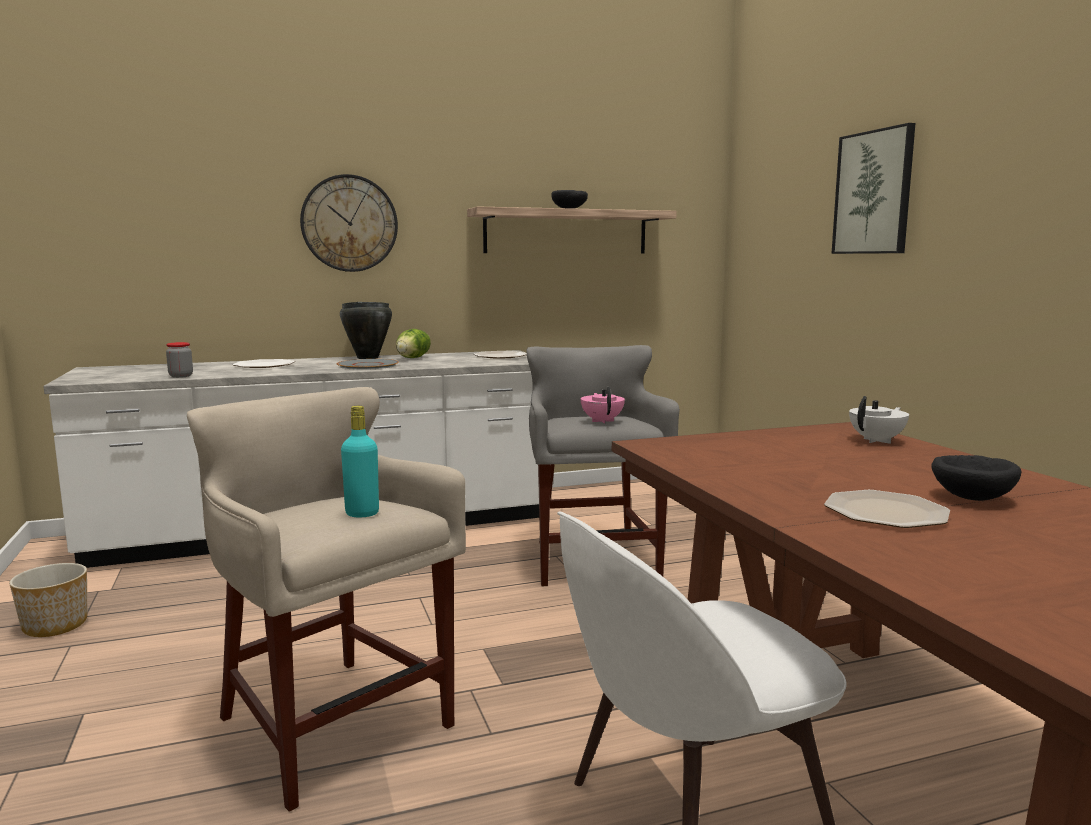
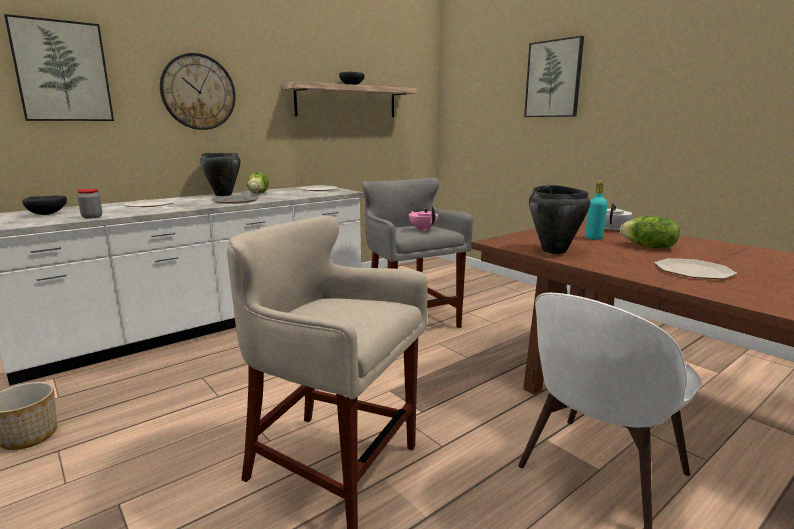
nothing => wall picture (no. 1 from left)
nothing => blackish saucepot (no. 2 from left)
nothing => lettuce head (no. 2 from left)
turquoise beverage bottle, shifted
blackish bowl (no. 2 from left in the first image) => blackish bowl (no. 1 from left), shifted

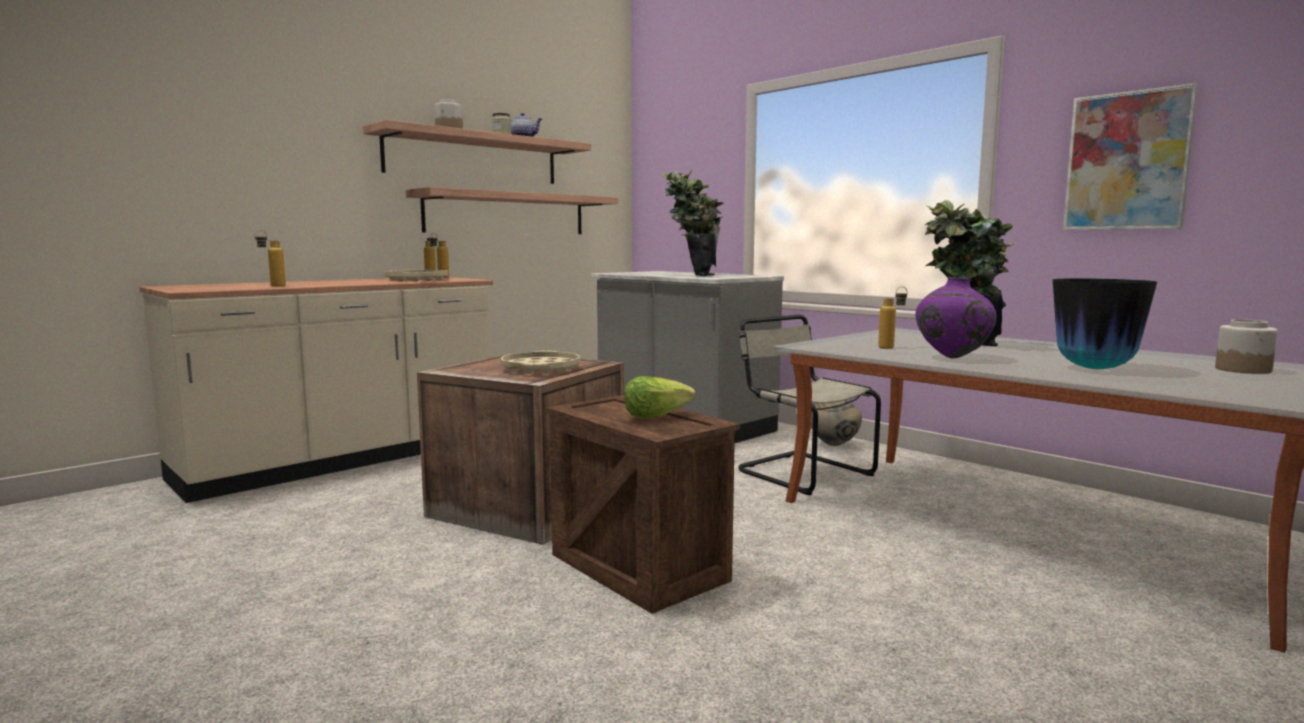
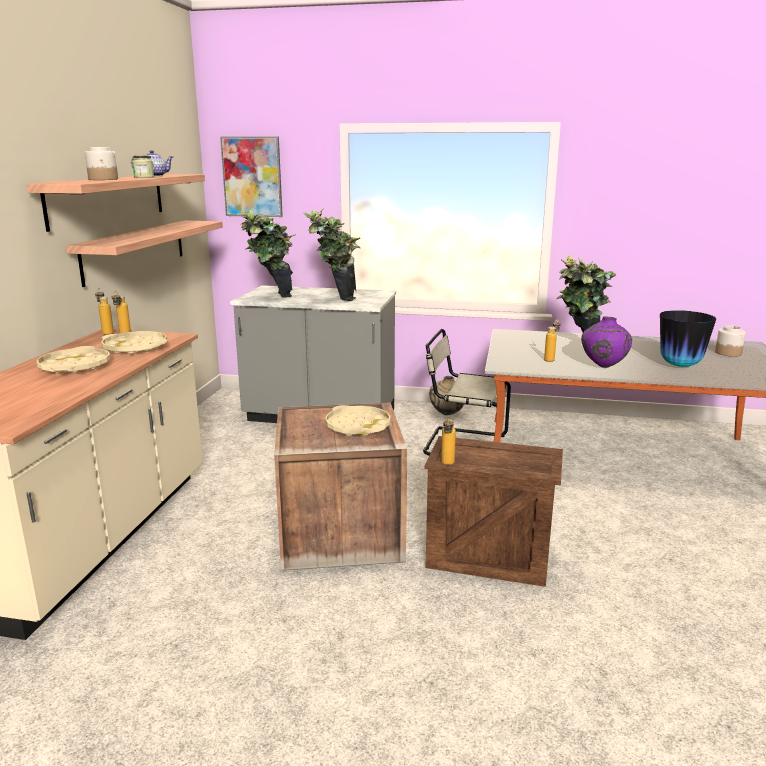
lettuce head => nothing
nothing => beige-coloured carrying tray (no. 1 from left)
nothing => potted plant (no. 1 from left)
beverage bottle (no. 1 from left in the first image) => beverage bottle (no. 3 from left), shifted
wall picture, shifted

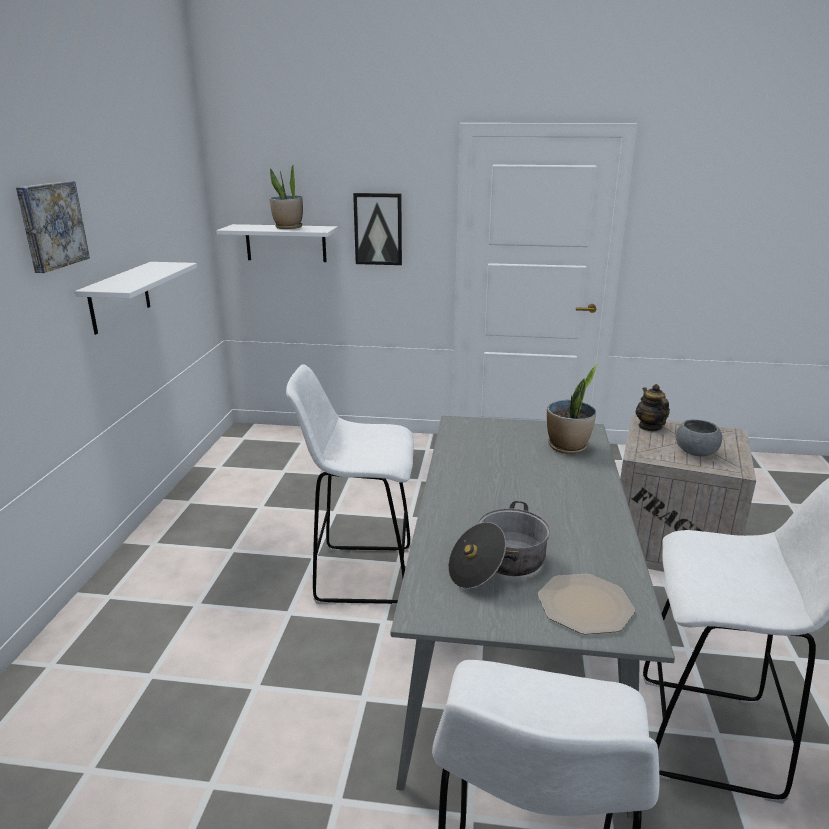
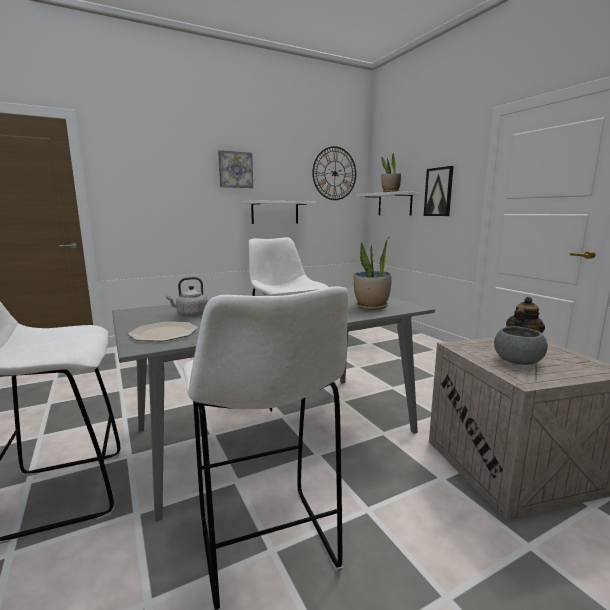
nothing => wall clock
saucepot => grey water kettle

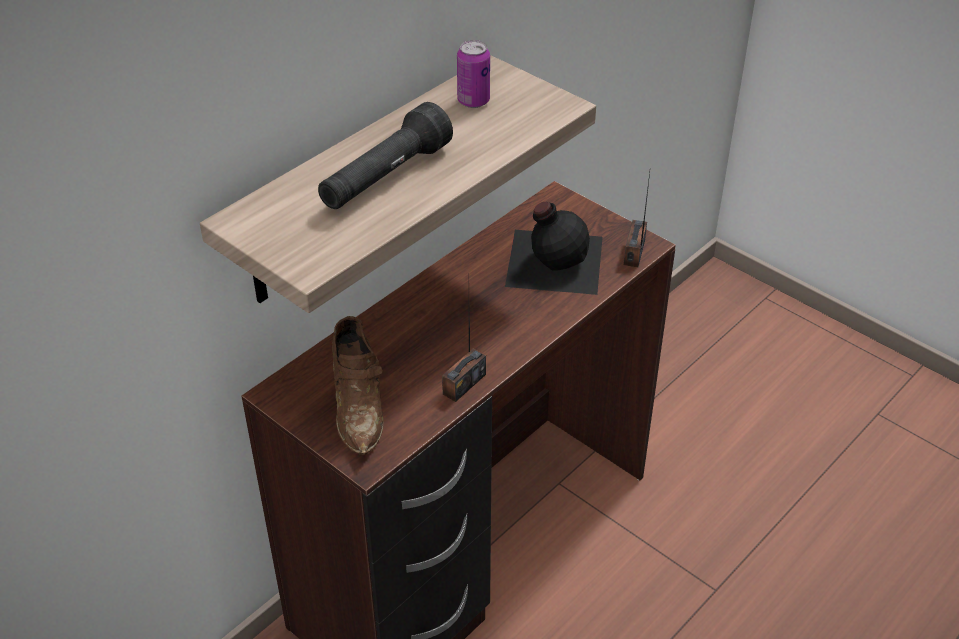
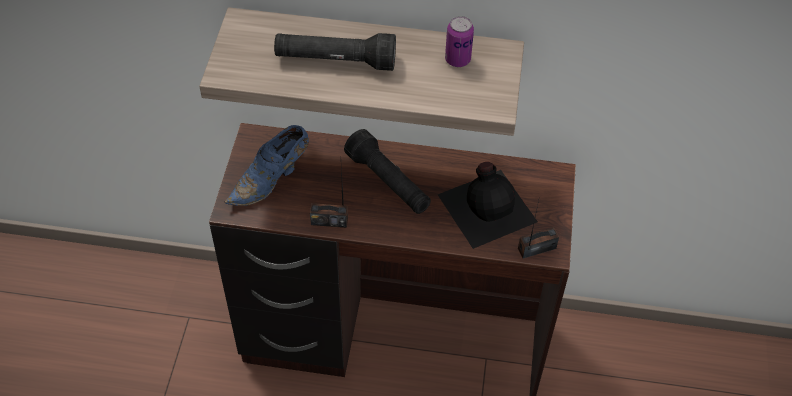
nothing => blackish torch (no. 2 from left)
brown low shoe => blue low shoe

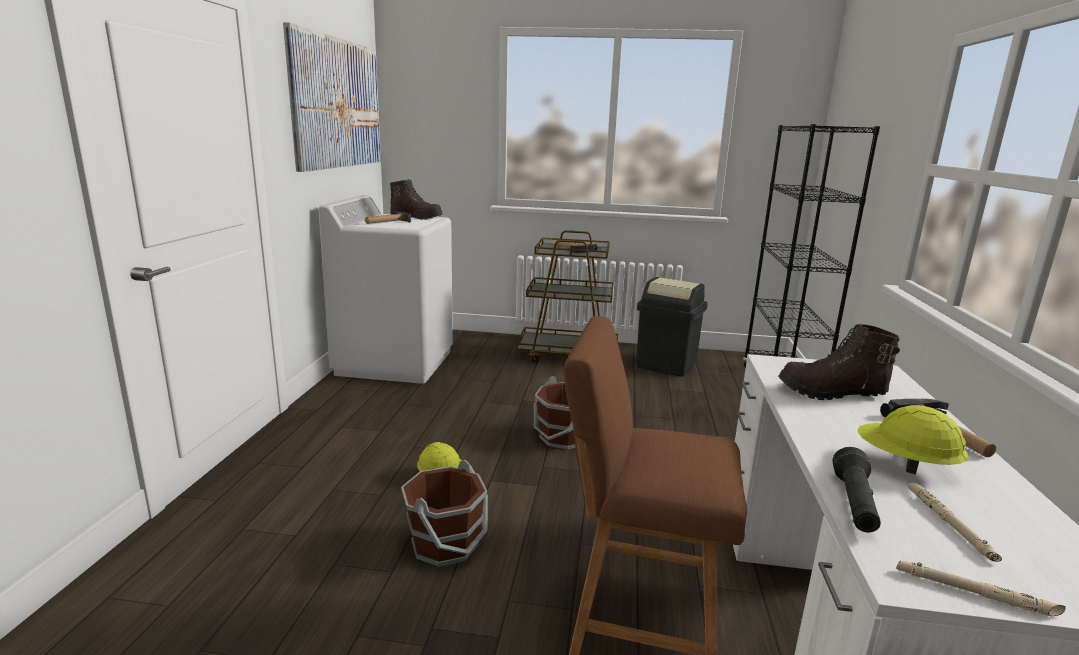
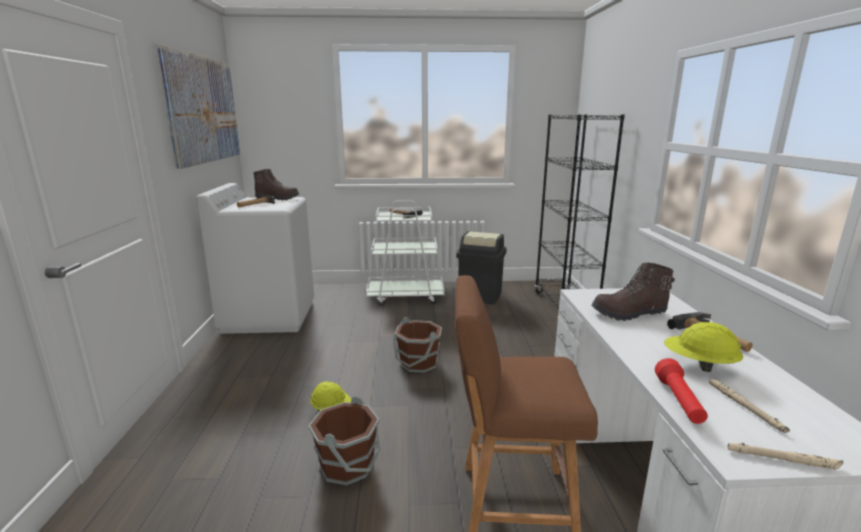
brown trolley => white-coloured trolley
blackish torch => reddish torch

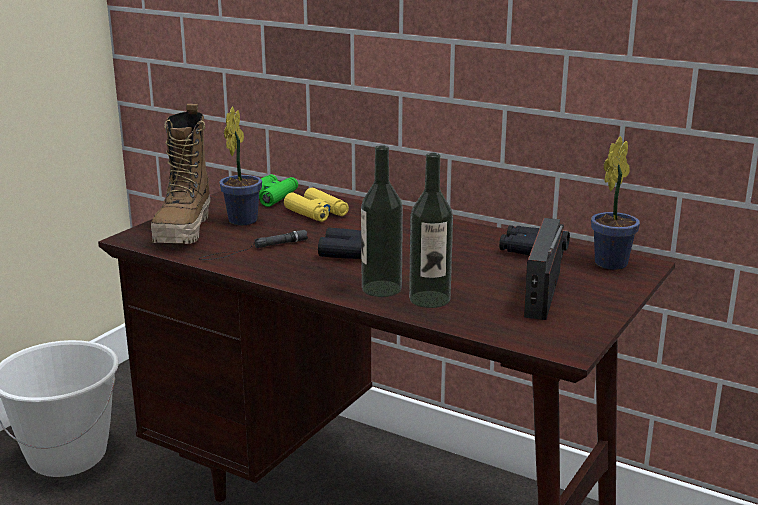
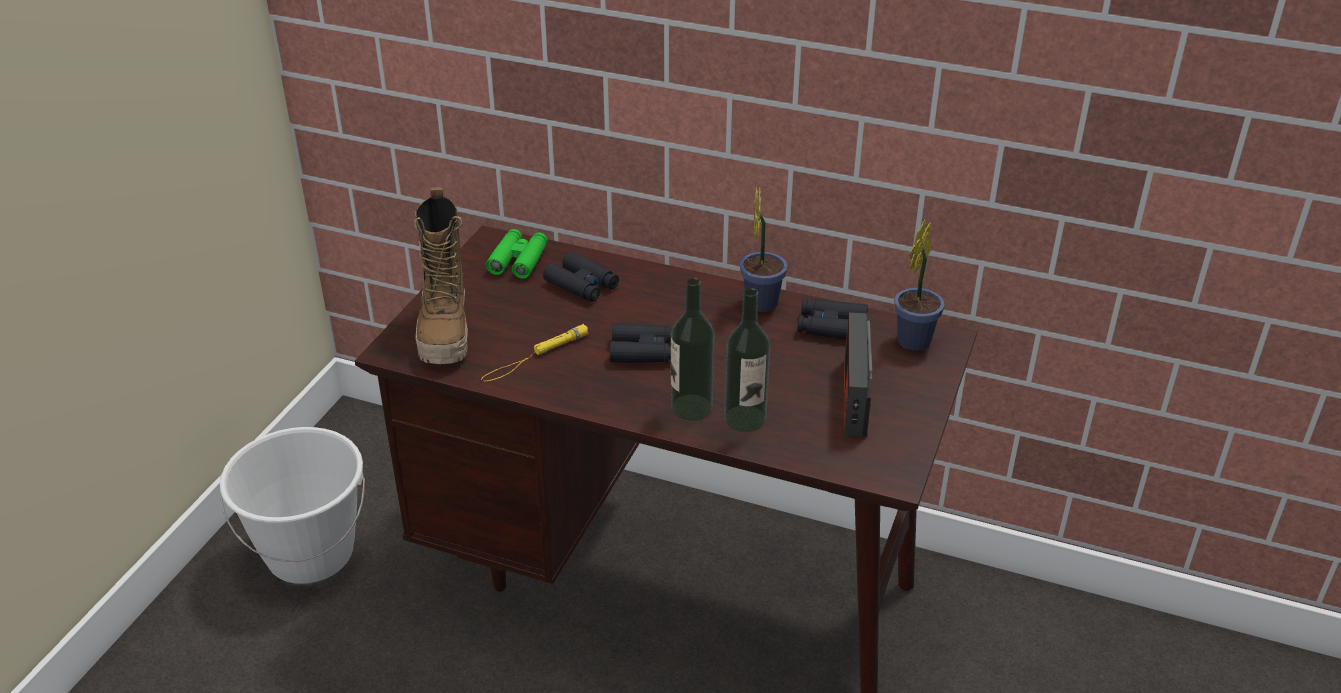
potted plant (no. 1 from left), shifted
blackish torch => yellow torch
yellow binoculars => blackish binoculars (no. 1 from left)

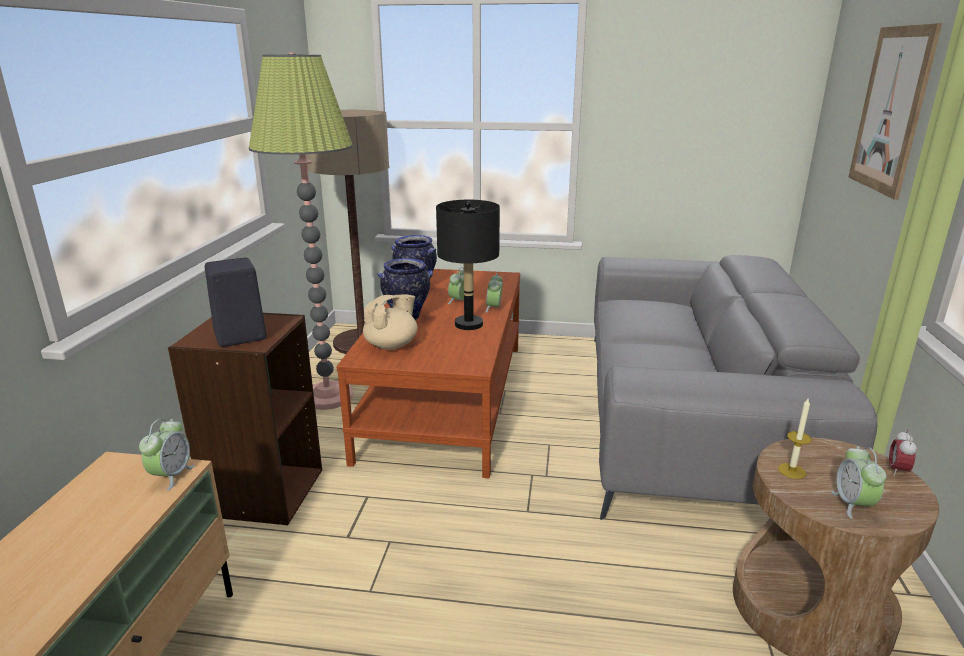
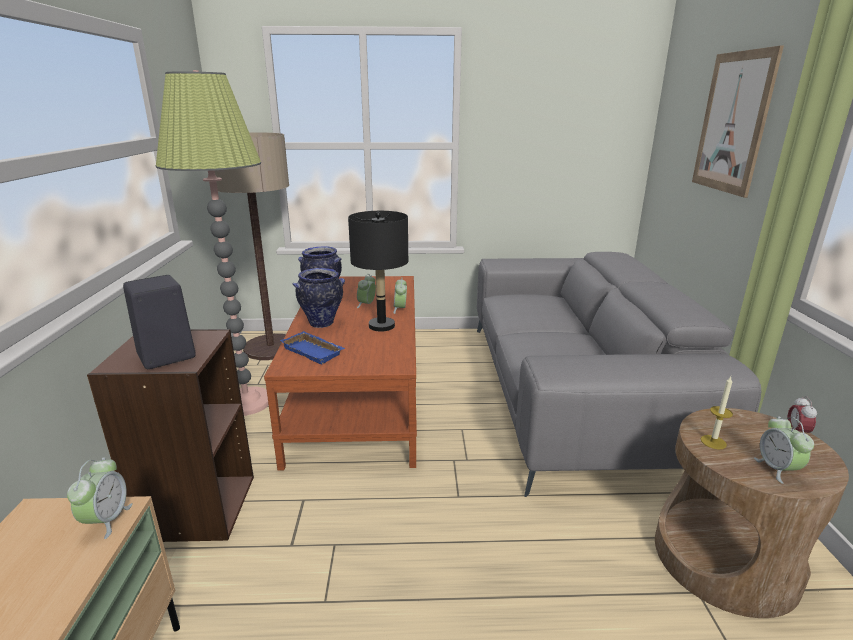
beige-coloured teapot => blue carrying tray

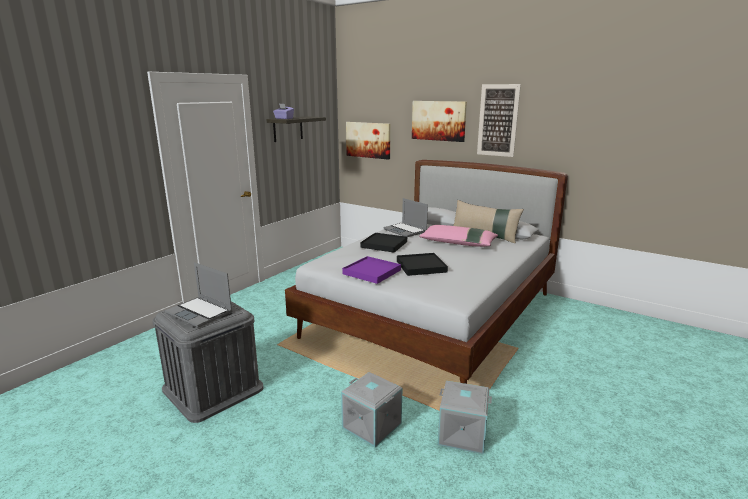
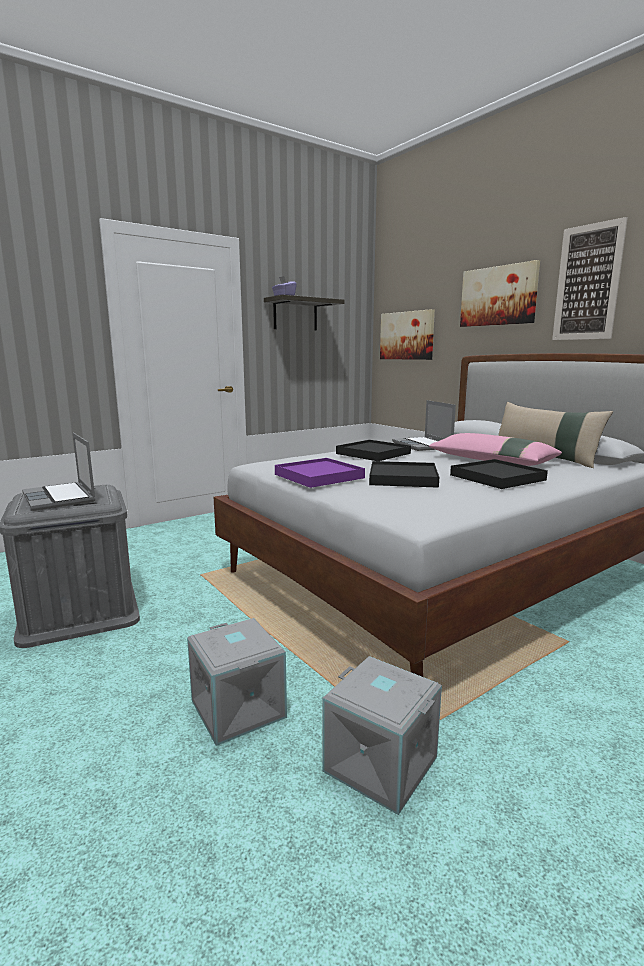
nothing => blackish carrying tray (no. 3 from left)

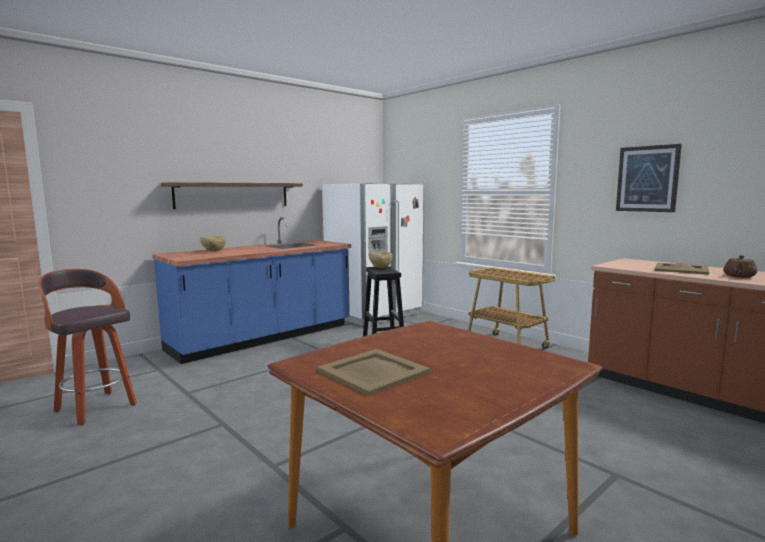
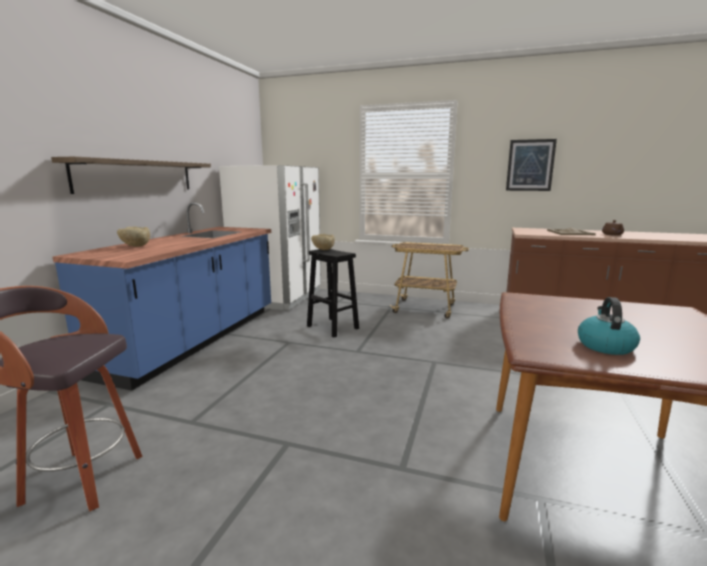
beige-coloured carrying tray (no. 1 from left) => water kettle

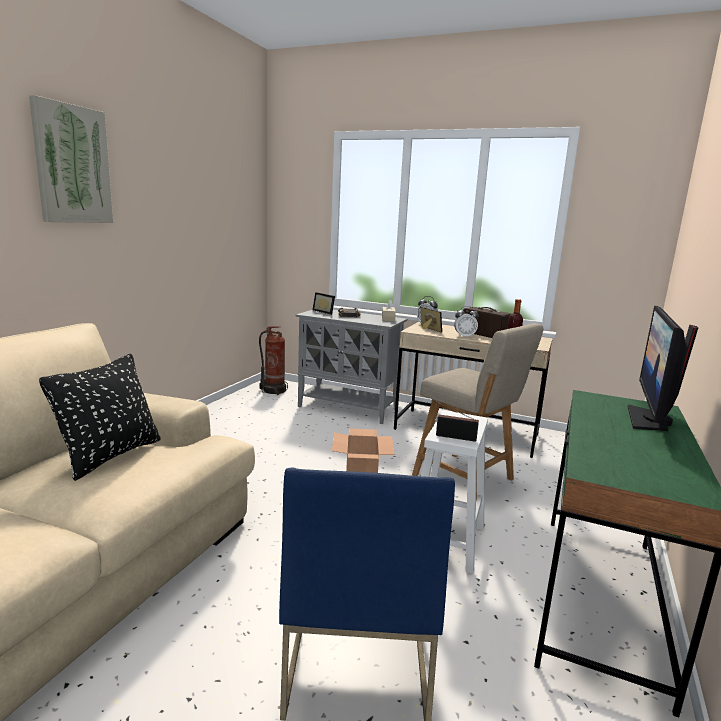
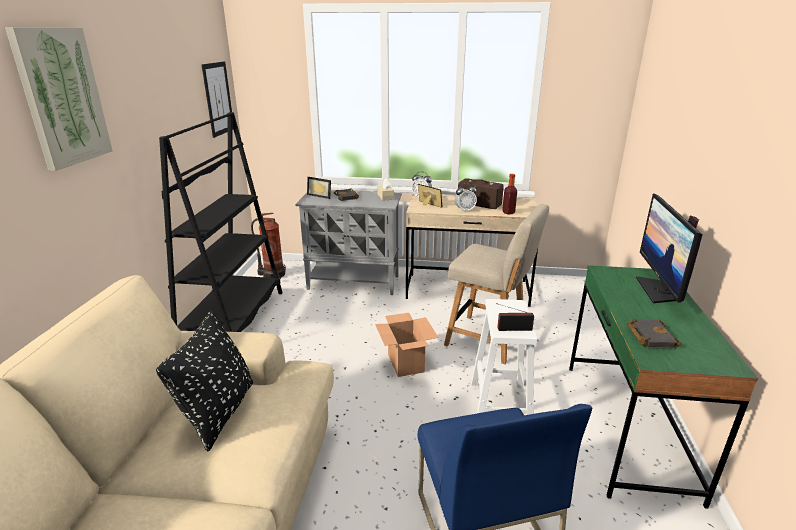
nothing => blackish shelving unit
nothing => wall picture (no. 2 from left)
nothing => blackish book (no. 2 from left)

